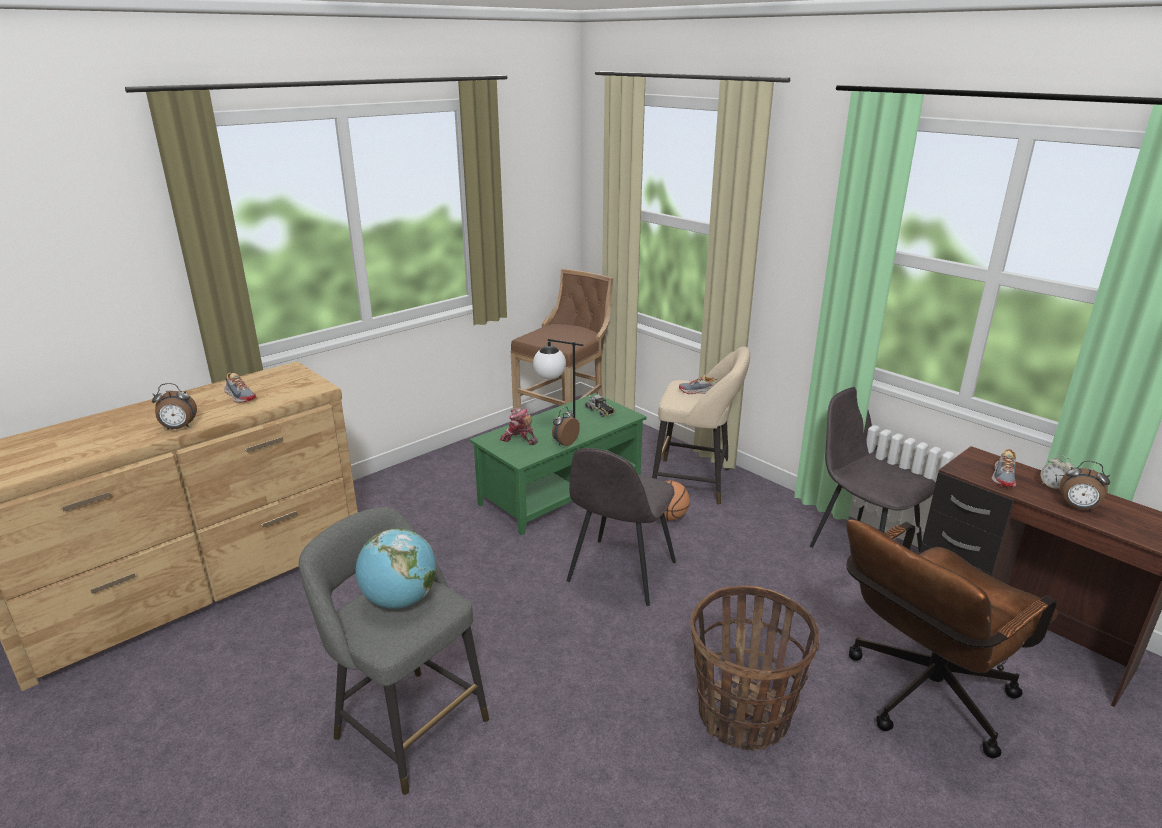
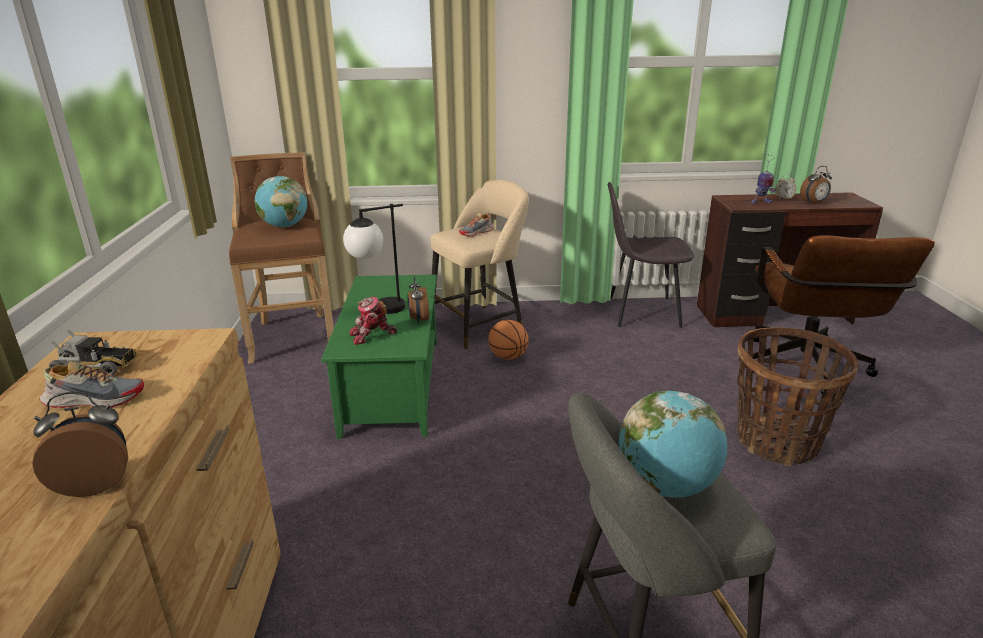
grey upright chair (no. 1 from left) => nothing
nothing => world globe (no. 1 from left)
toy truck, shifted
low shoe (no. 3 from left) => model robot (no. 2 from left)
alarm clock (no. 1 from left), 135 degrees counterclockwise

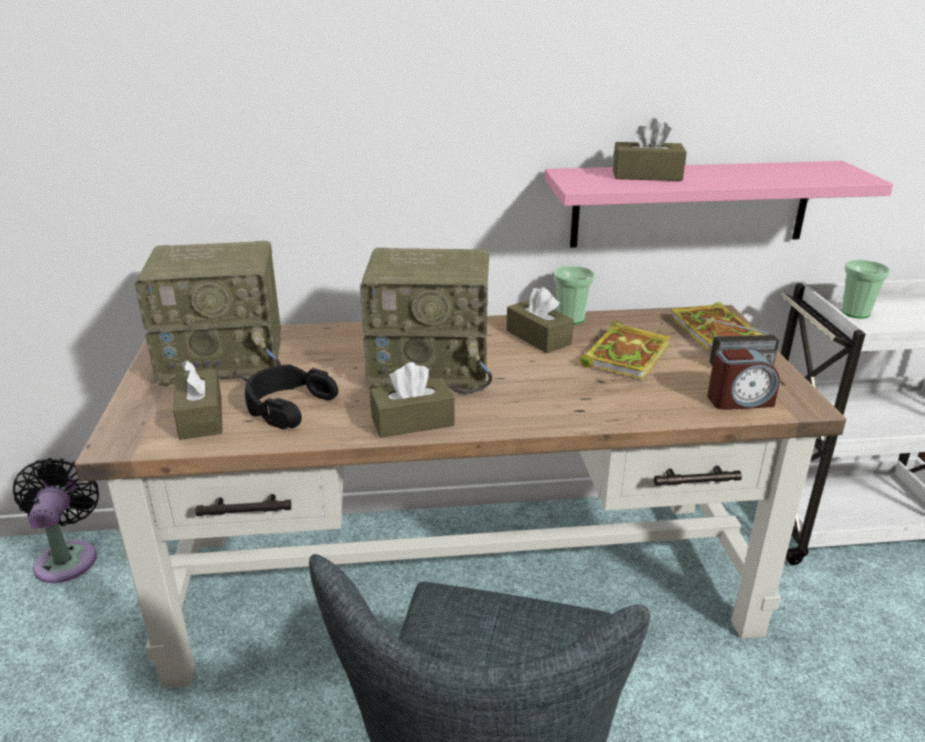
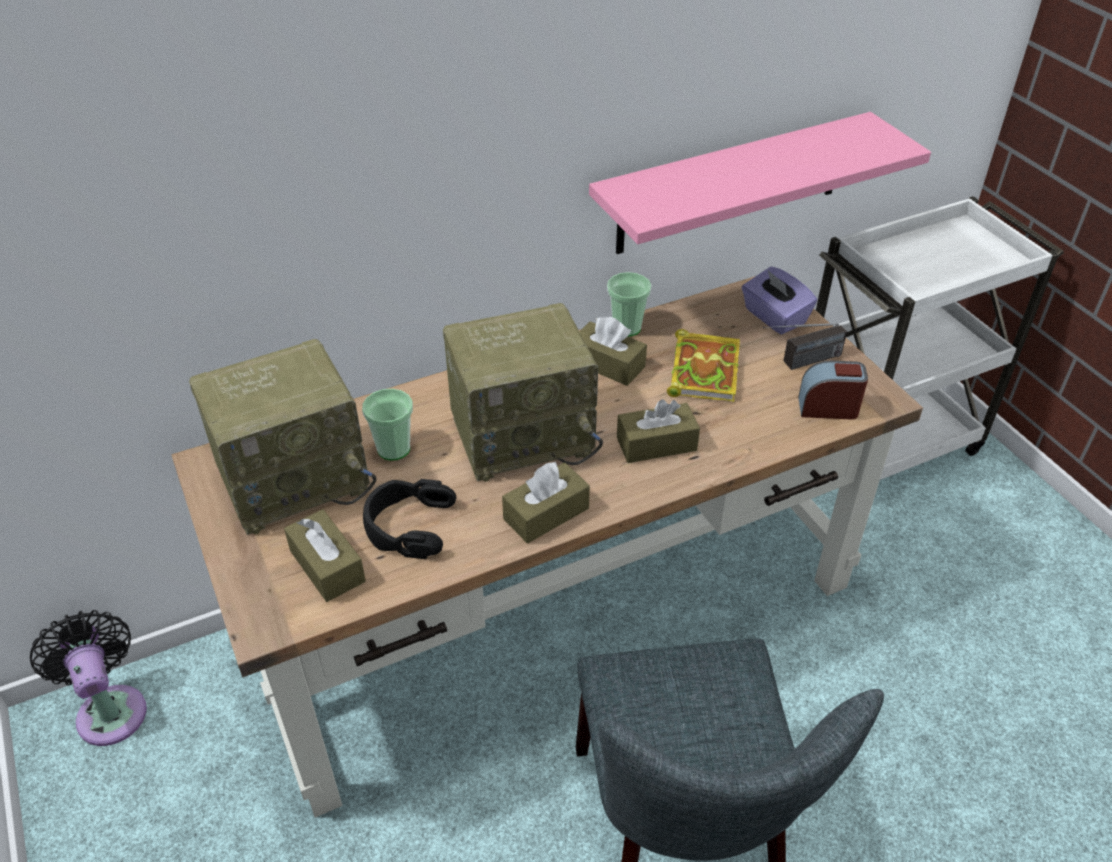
brown box of tissues (no. 4 from left), shifted
cup (no. 2 from left in the first image) => cup (no. 1 from left), shifted
book (no. 2 from left) => purple box of tissues
alarm clock, 150 degrees counterclockwise

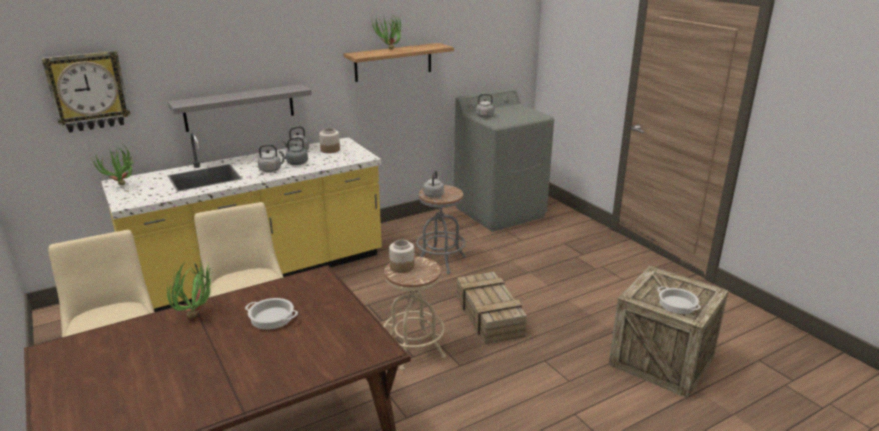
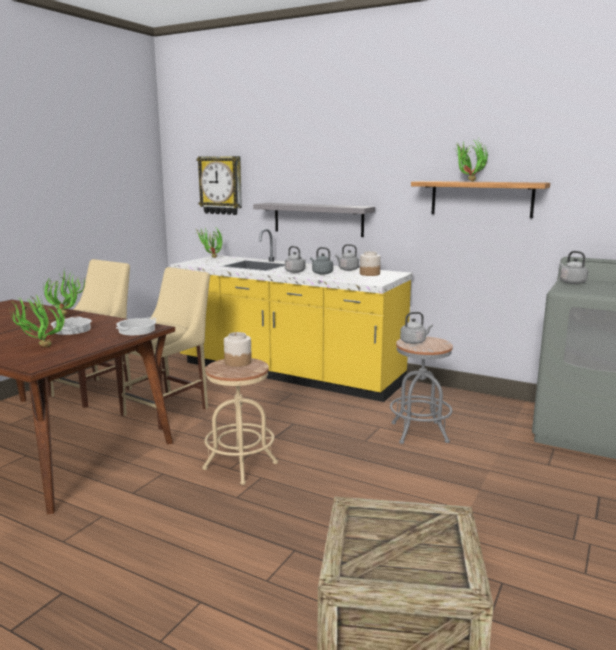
crate (no. 1 from left) => nothing
nothing => potted plant (no. 1 from left)
saucepot (no. 2 from left), shifted

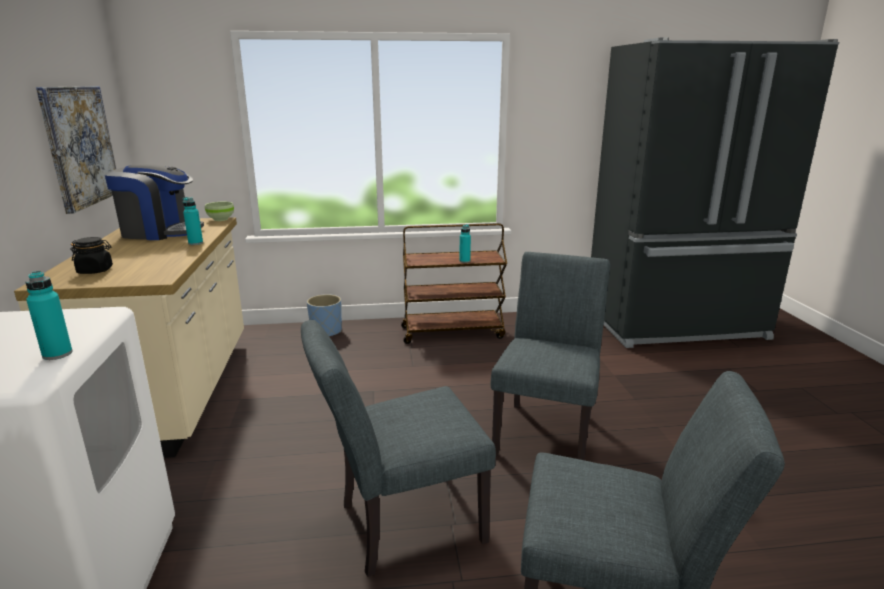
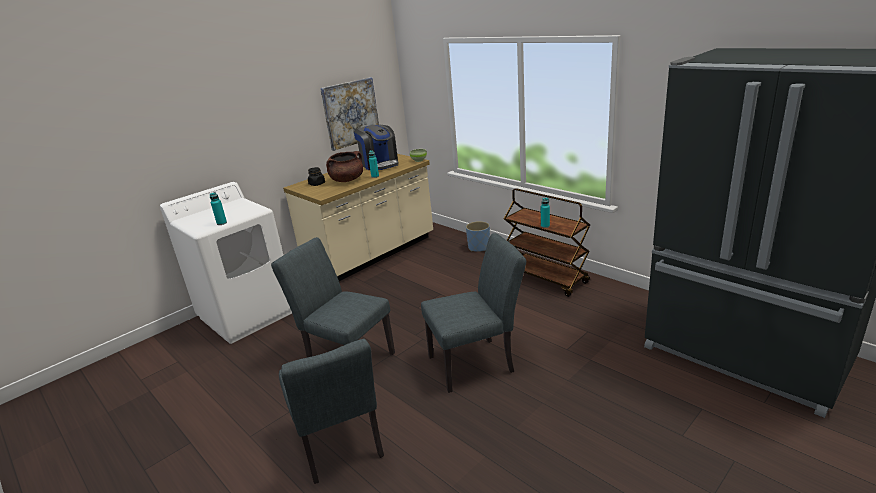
nothing => brown saucepot

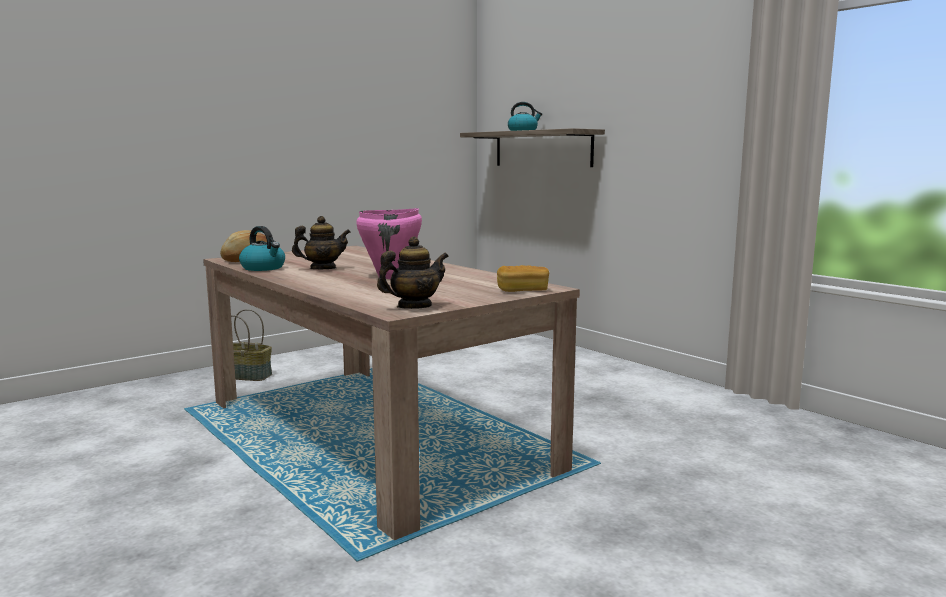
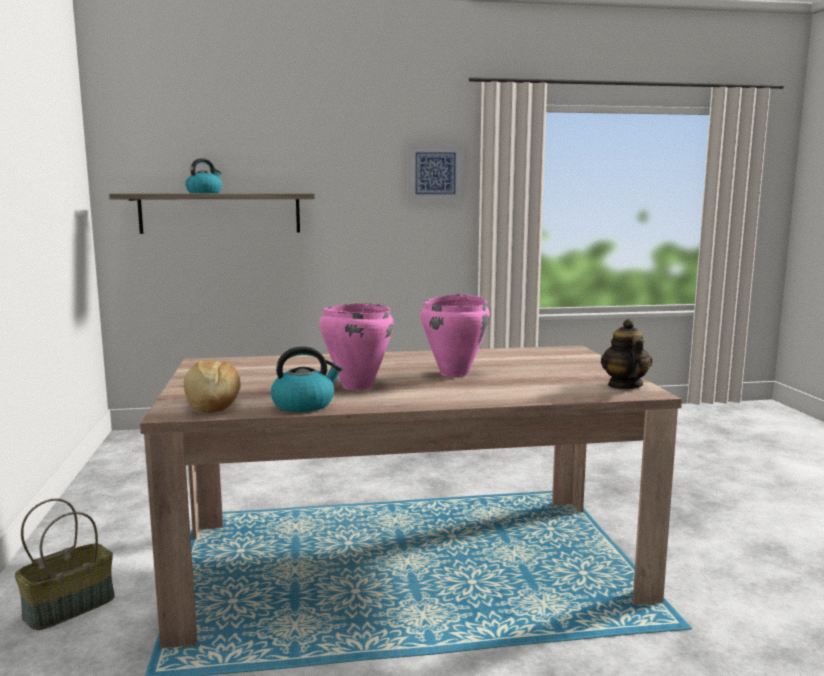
bread (no. 2 from left) => nothing
nothing => wall picture
teapot (no. 1 from left) => pink-coloured saucepot (no. 1 from left)

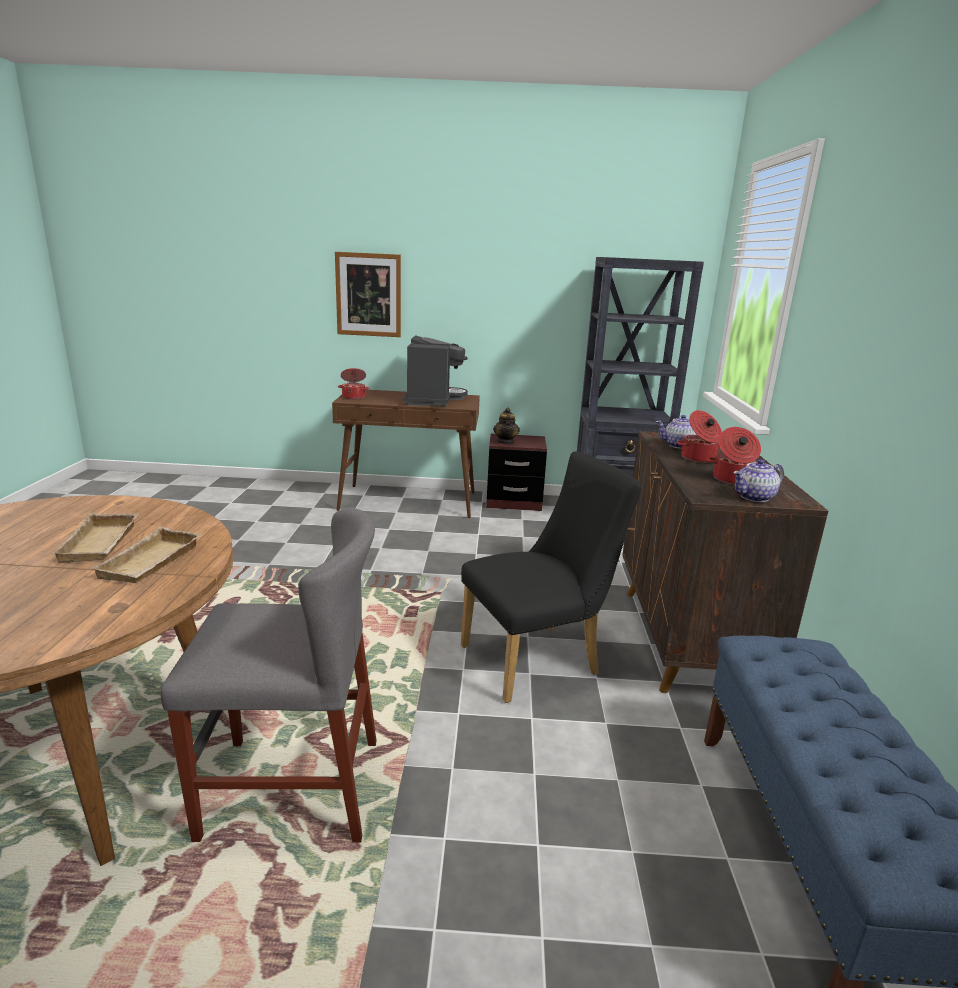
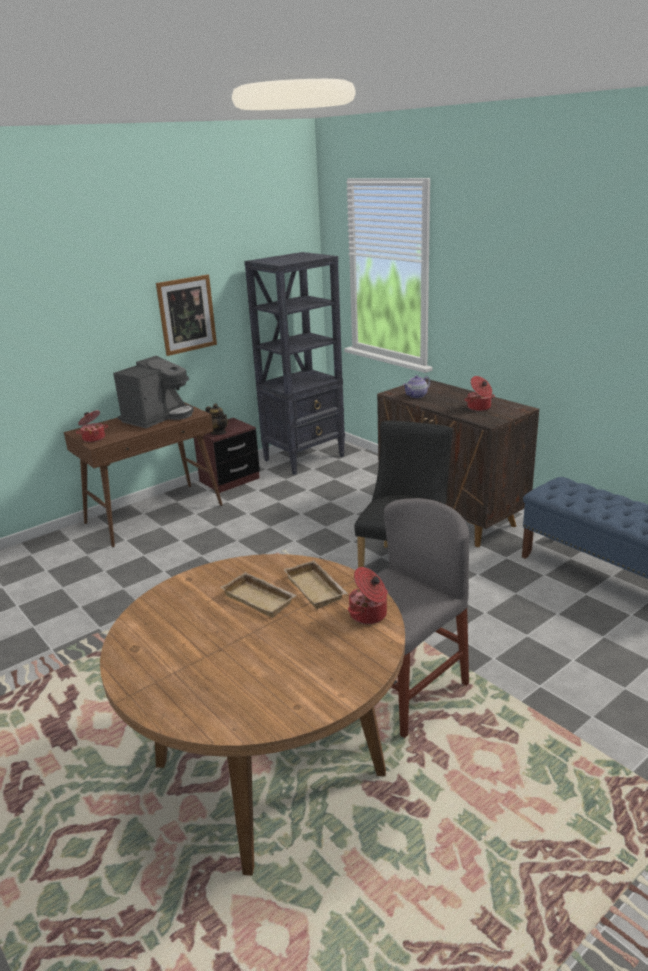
teapot (no. 3 from left) => nothing
wall picture, shifted
saucepot (no. 2 from left), shifted
coffee brewer, 75 degrees clockwise

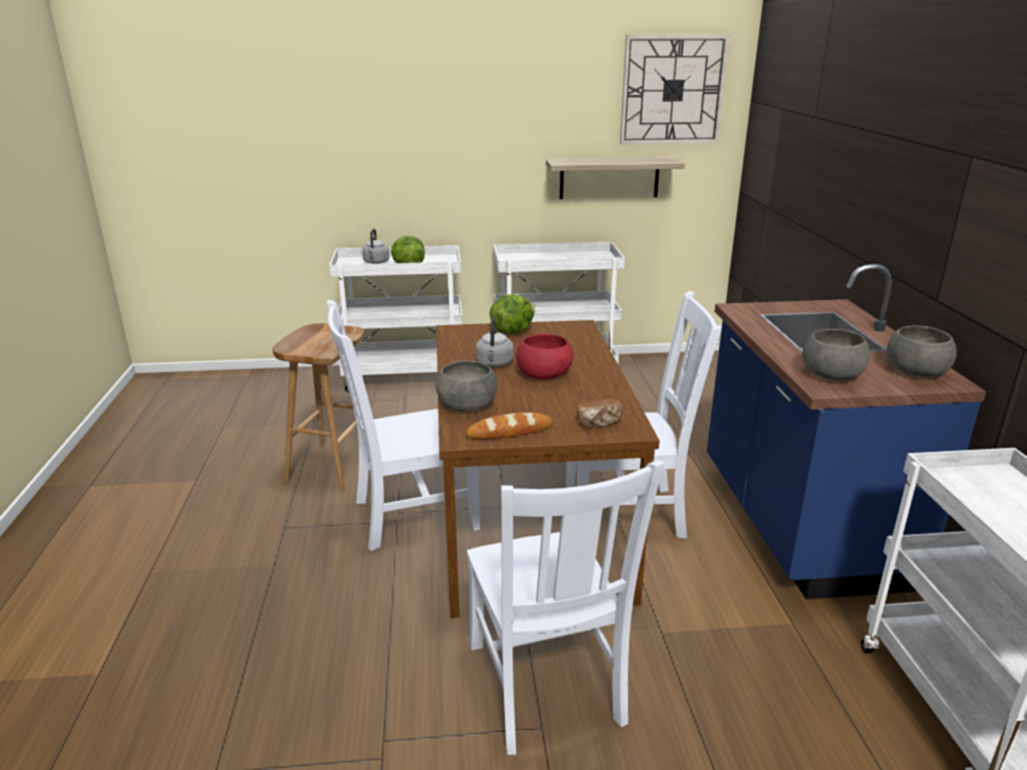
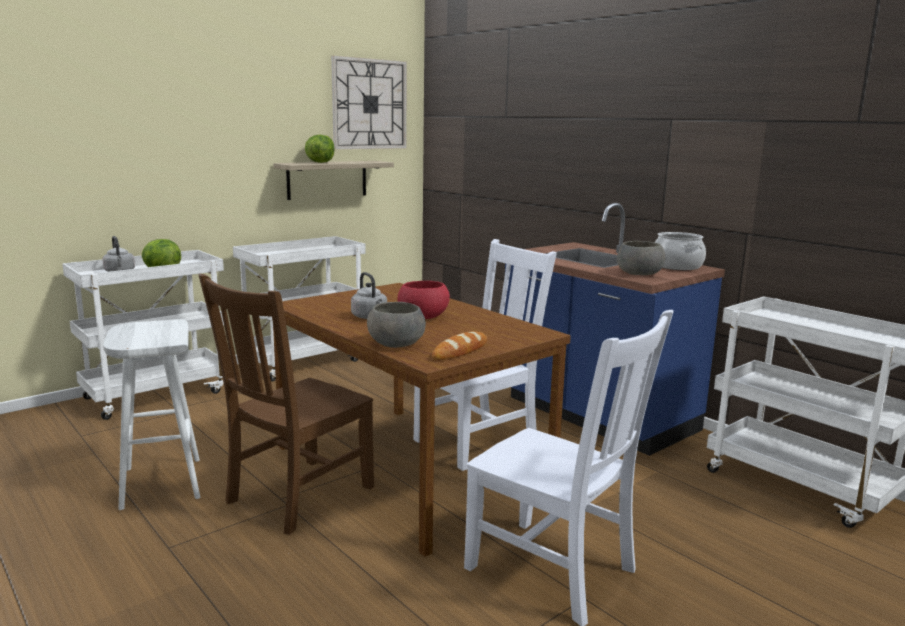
bread (no. 2 from left) => nothing
lettuce head (no. 2 from left), shifted
grey bowl (no. 3 from left) => saucepot
brown stool seat => white-coloured stool seat
white-coloured upright chair (no. 1 from left) => brown upright chair

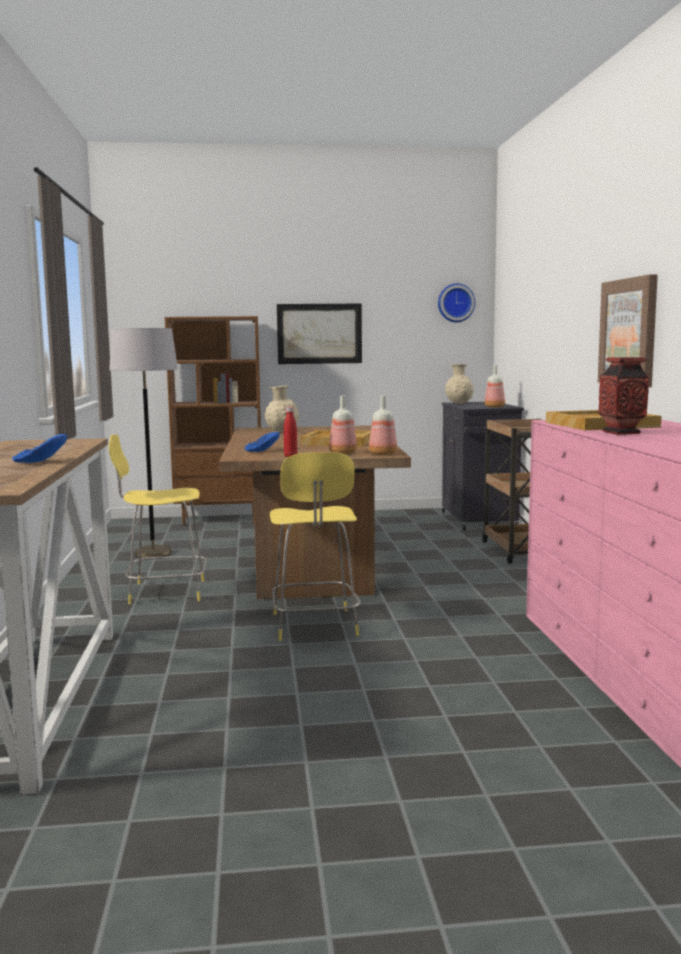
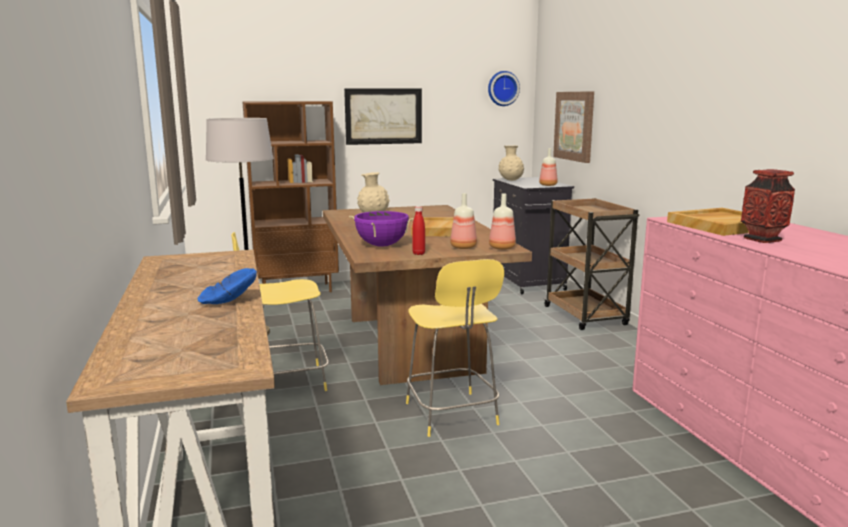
wall picture (no. 2 from left), shifted
blue bowl (no. 2 from left) => purple saucepot

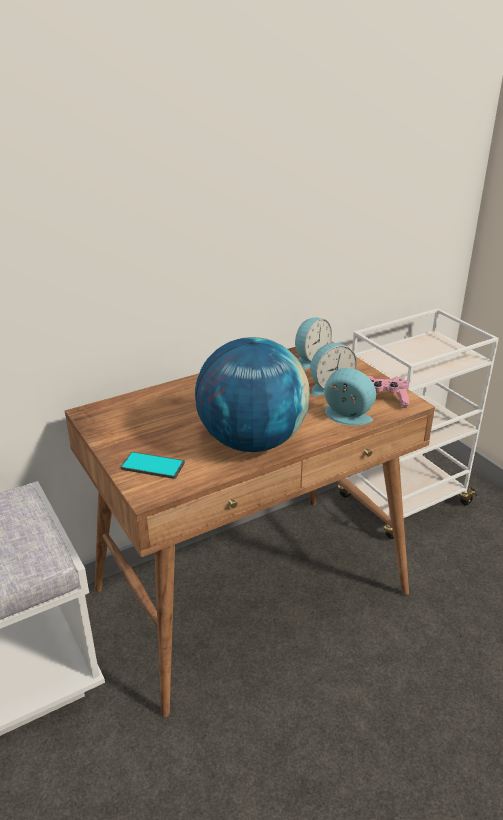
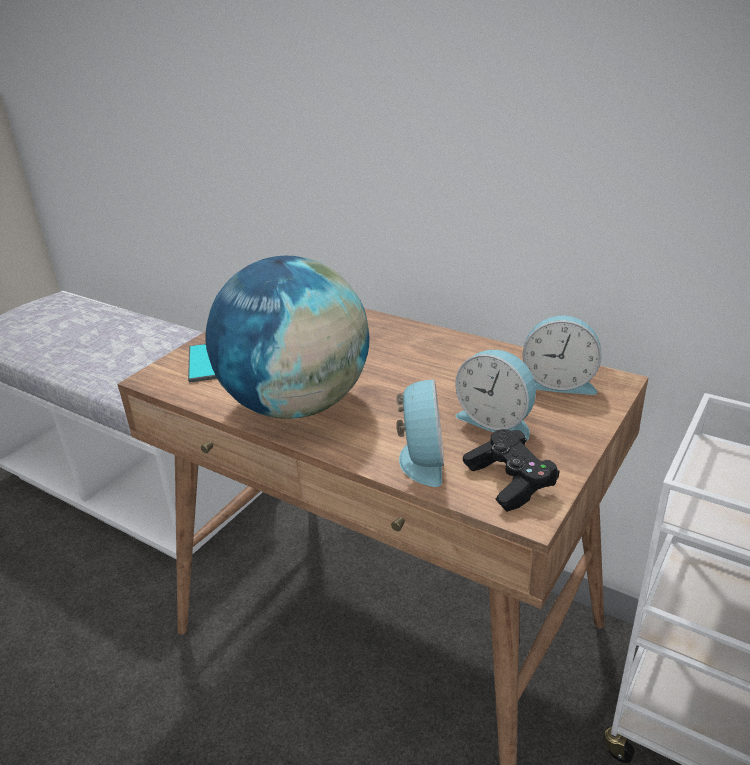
pink-coloured gamepad => blackish gamepad

